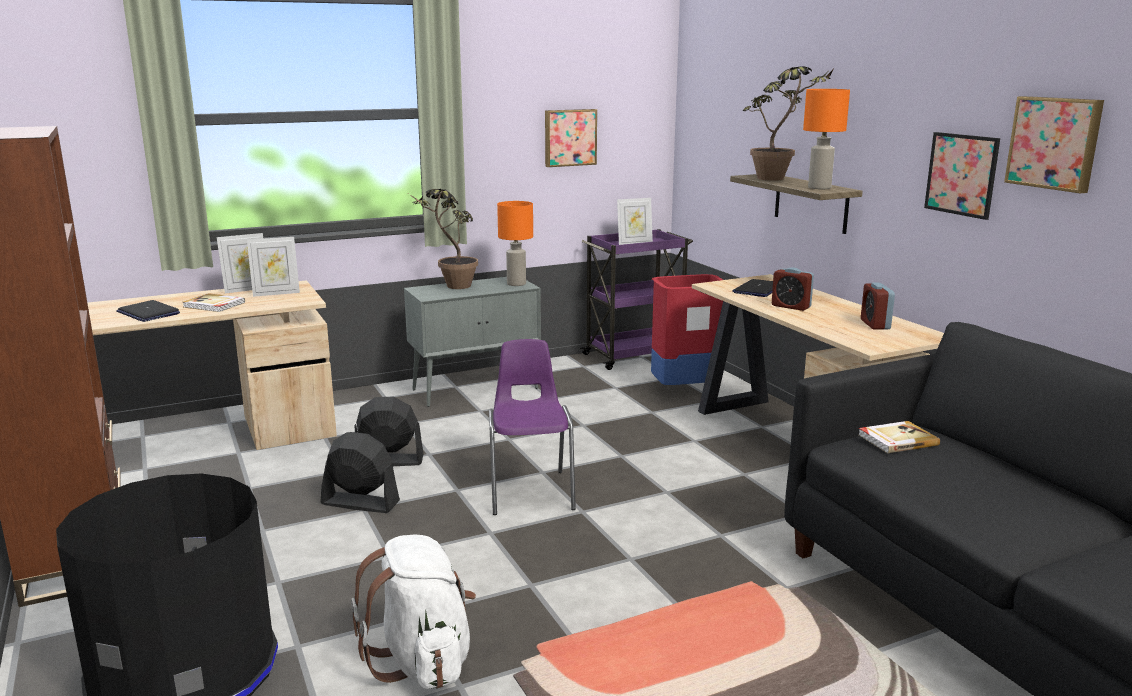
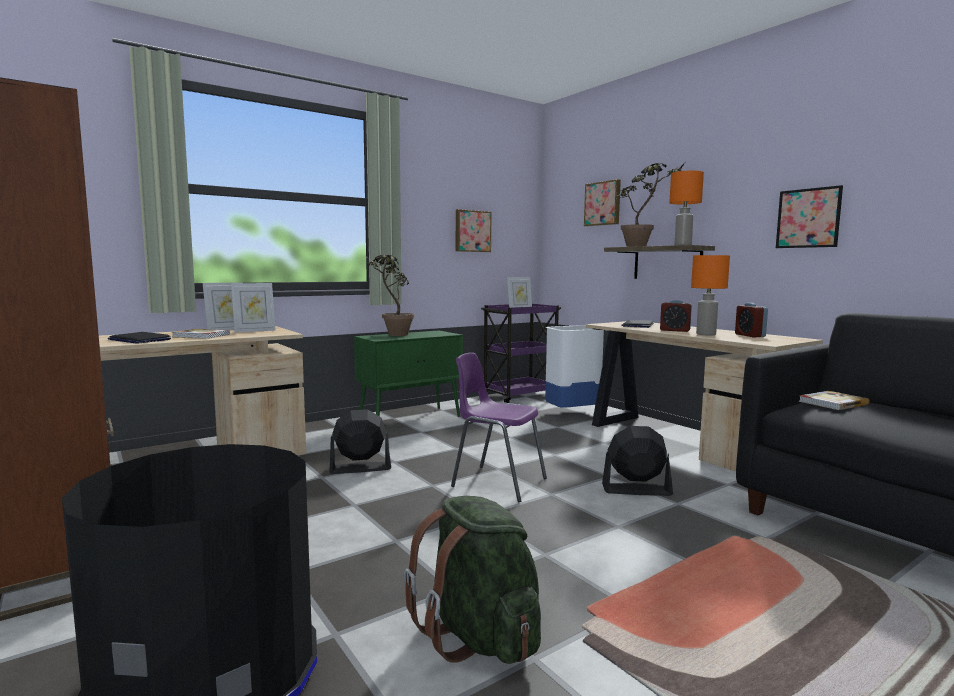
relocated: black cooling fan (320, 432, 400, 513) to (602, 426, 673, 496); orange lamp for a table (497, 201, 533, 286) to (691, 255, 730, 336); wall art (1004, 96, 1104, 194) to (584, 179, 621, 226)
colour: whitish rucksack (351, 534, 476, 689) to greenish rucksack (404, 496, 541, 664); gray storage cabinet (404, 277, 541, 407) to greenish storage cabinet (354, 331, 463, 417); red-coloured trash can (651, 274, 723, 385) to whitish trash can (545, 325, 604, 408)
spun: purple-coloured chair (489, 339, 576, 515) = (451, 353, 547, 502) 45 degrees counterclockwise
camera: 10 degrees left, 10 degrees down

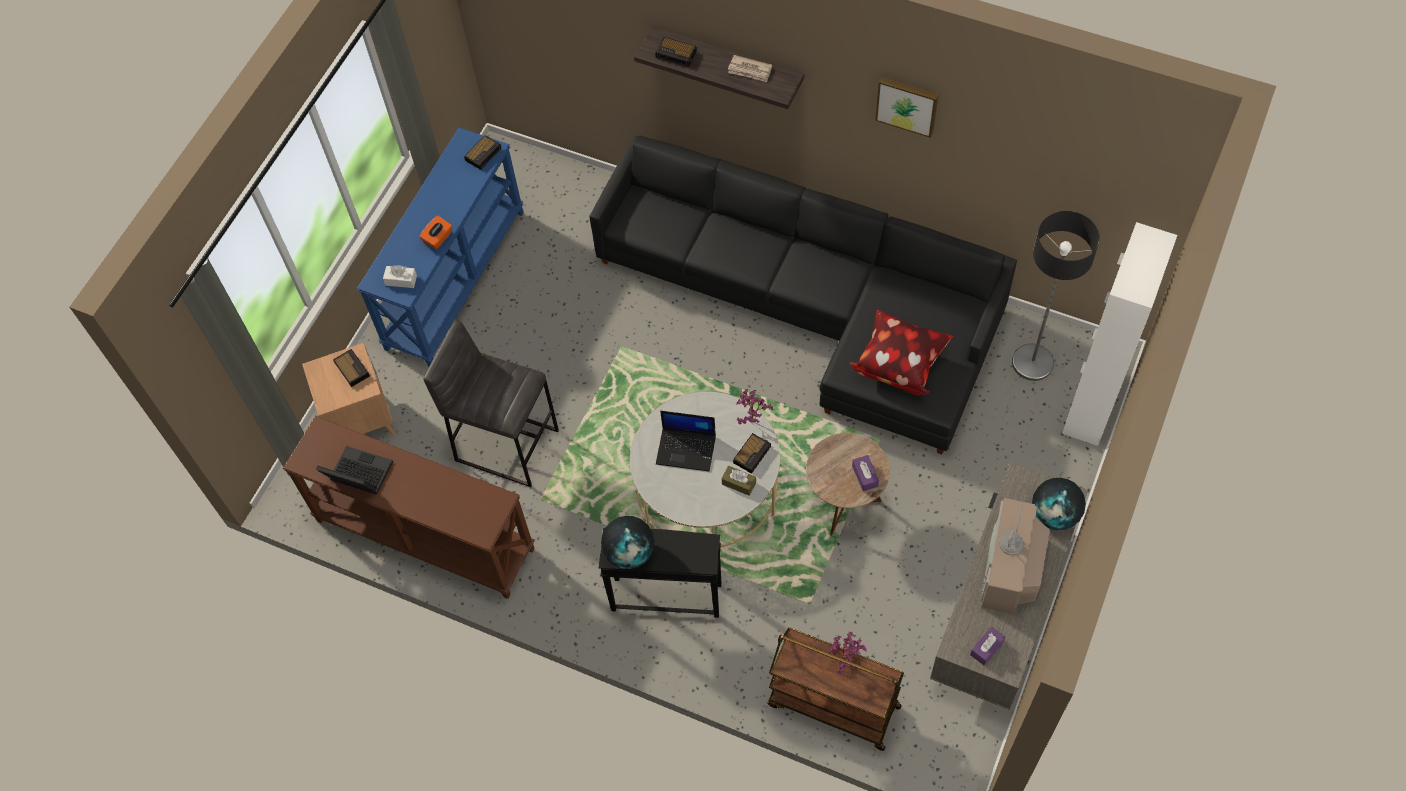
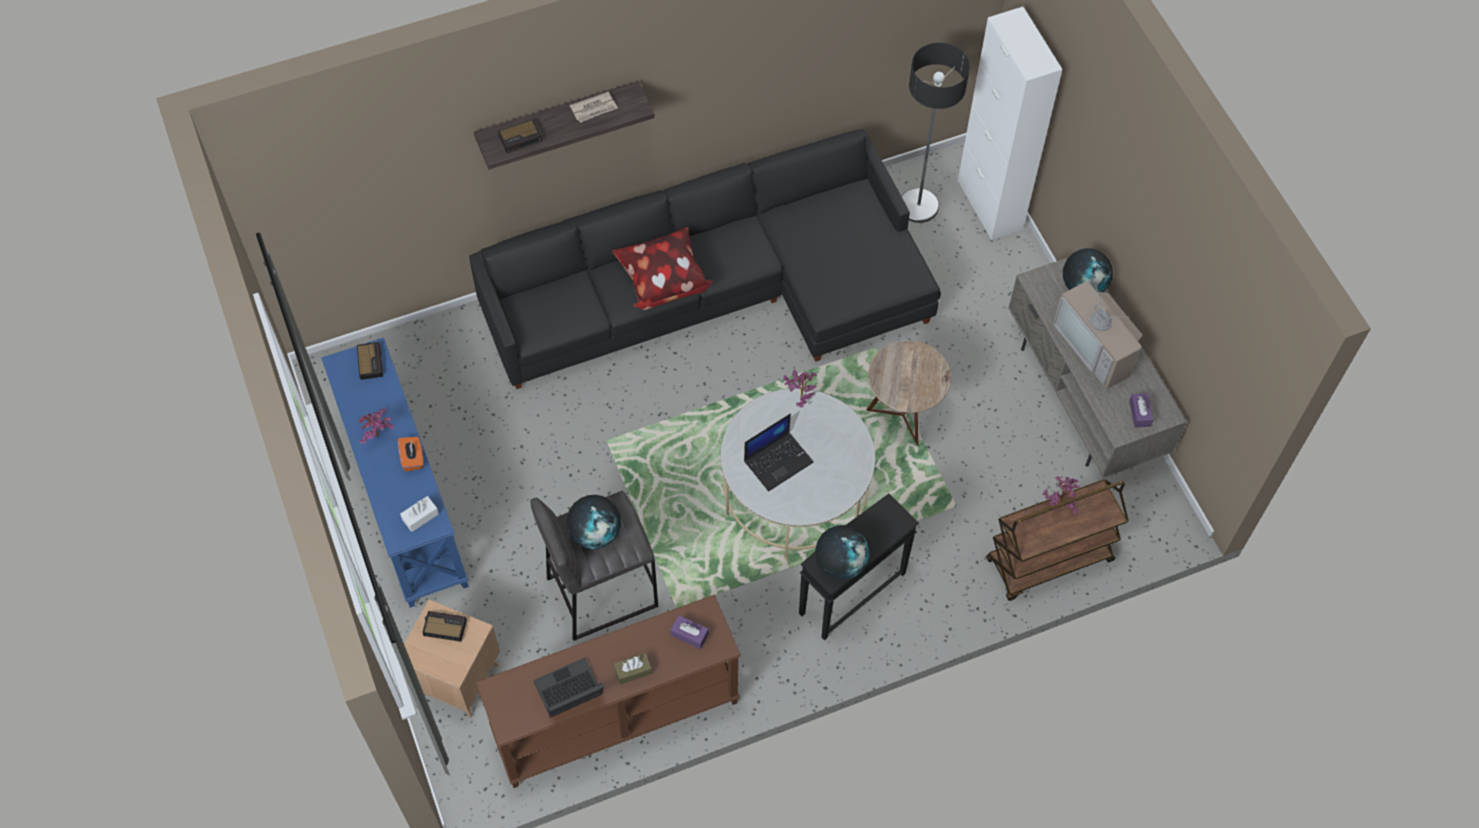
missing: alarm clock (733, 433, 771, 474); wall art (875, 77, 938, 138)
appeared: potted plant (358, 408, 394, 444); world globe (567, 495, 621, 549)
relocated: brown box of tissues (722, 466, 756, 496) to (614, 653, 652, 685); pillow (850, 309, 953, 396) to (612, 227, 713, 310); purple-coloured box of tissues (852, 455, 879, 491) to (670, 615, 709, 649)
camera: 50 degrees left, 0 degrees up

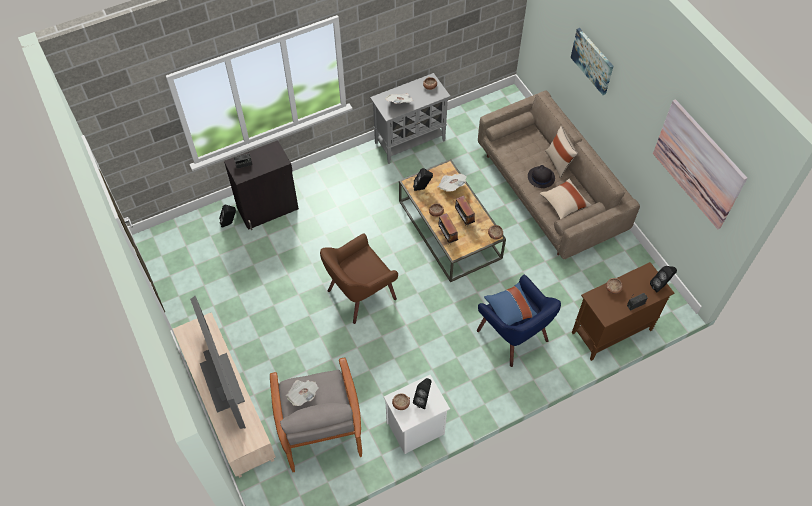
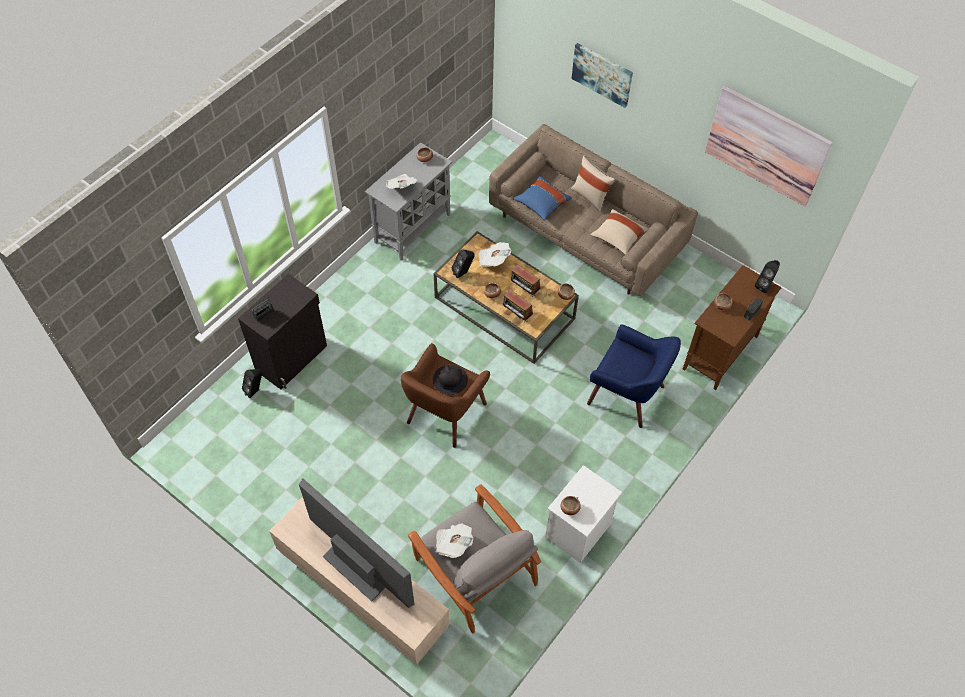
missing: black speaker (413, 378, 432, 409)
relocated: bluish pillow (484, 283, 537, 326) to (513, 176, 572, 221); black clothing hat (528, 165, 555, 188) to (433, 365, 468, 395)
camera: 25 degrees left, 0 degrees up

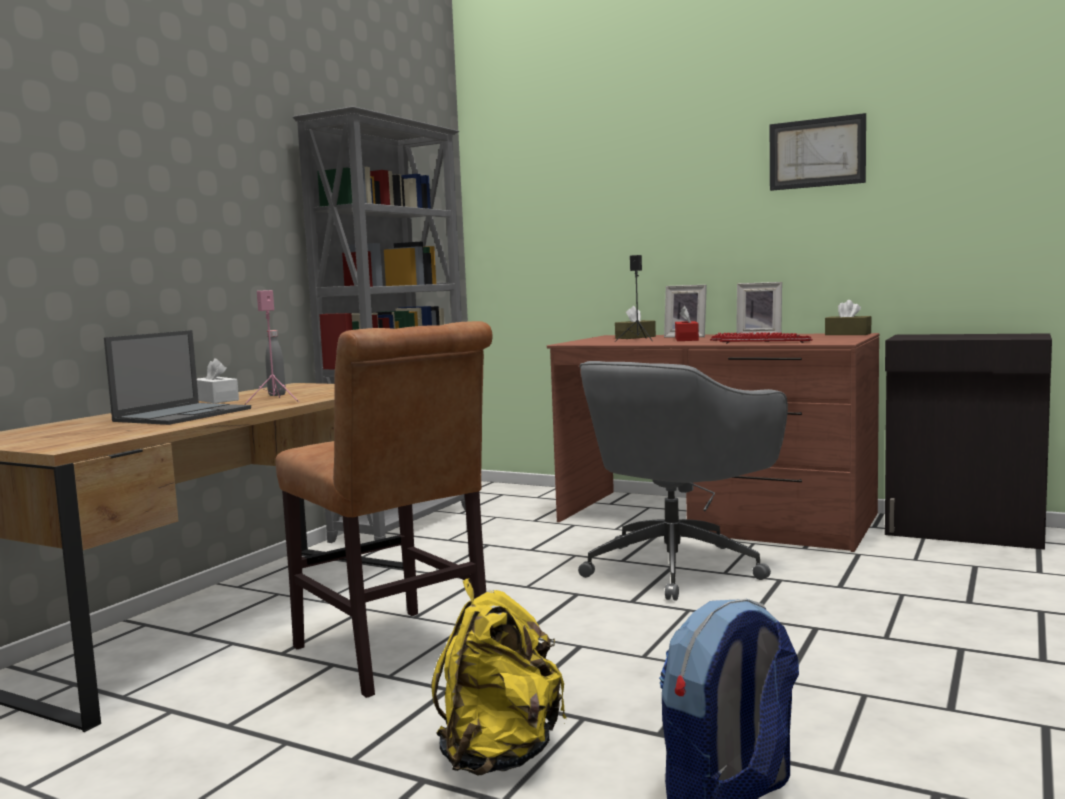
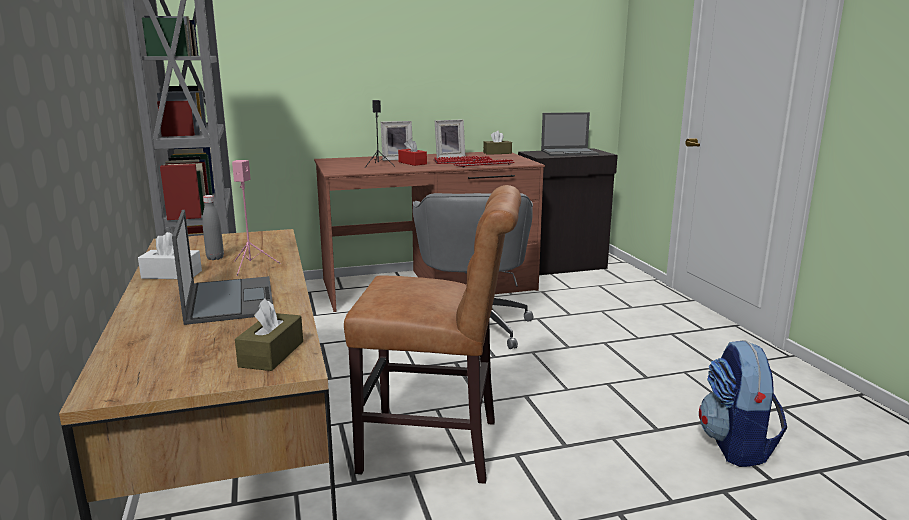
missing: yellow-coloured rucksack (431, 578, 566, 775); wall art (770, 113, 866, 191)
appeared: notebook computer (541, 112, 599, 156)
relocated: brown box of tissues (615, 306, 656, 339) to (235, 299, 303, 371)
camera: 45 degrees left, 10 degrees up

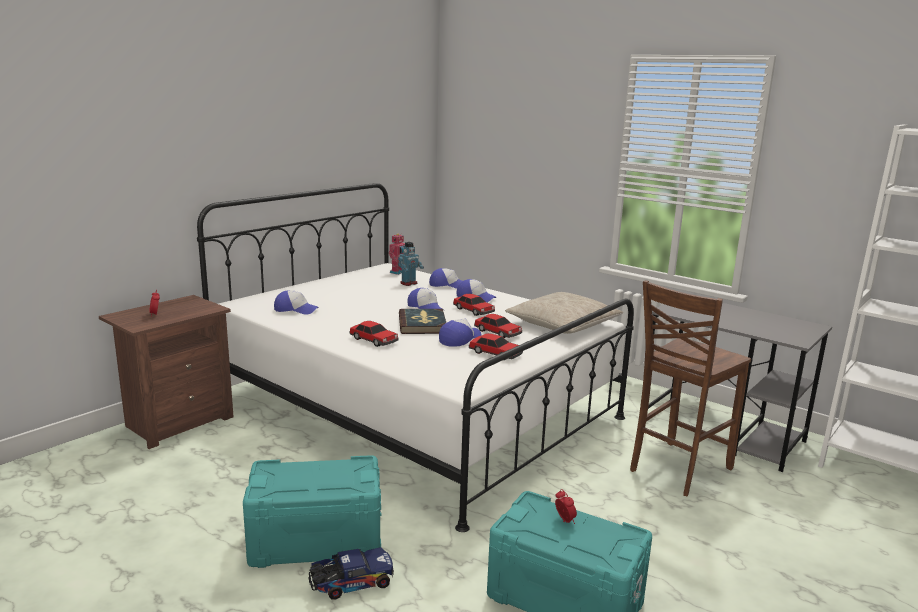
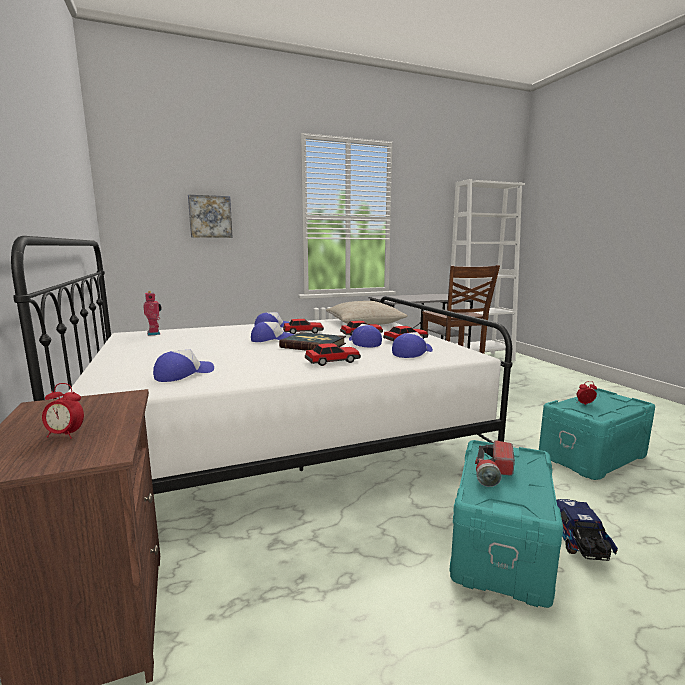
missing: robot figure (398, 242, 424, 286)
appeared: wall art (188, 195, 233, 238); hand torch (475, 440, 515, 487)
relocated: cap (429, 268, 462, 289) to (392, 332, 433, 358)
camera: 60 degrees left, 5 degrees down

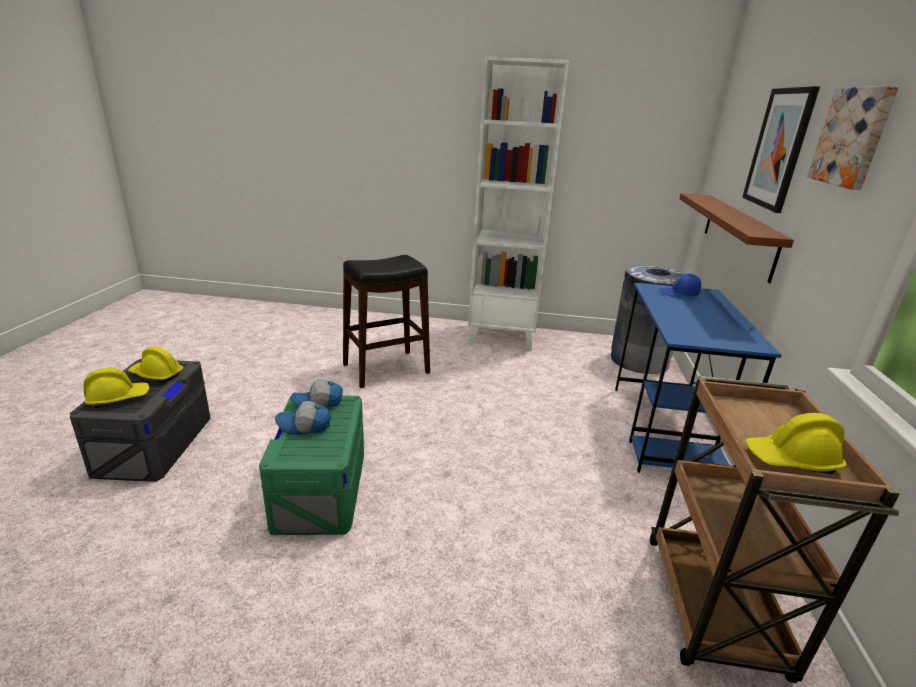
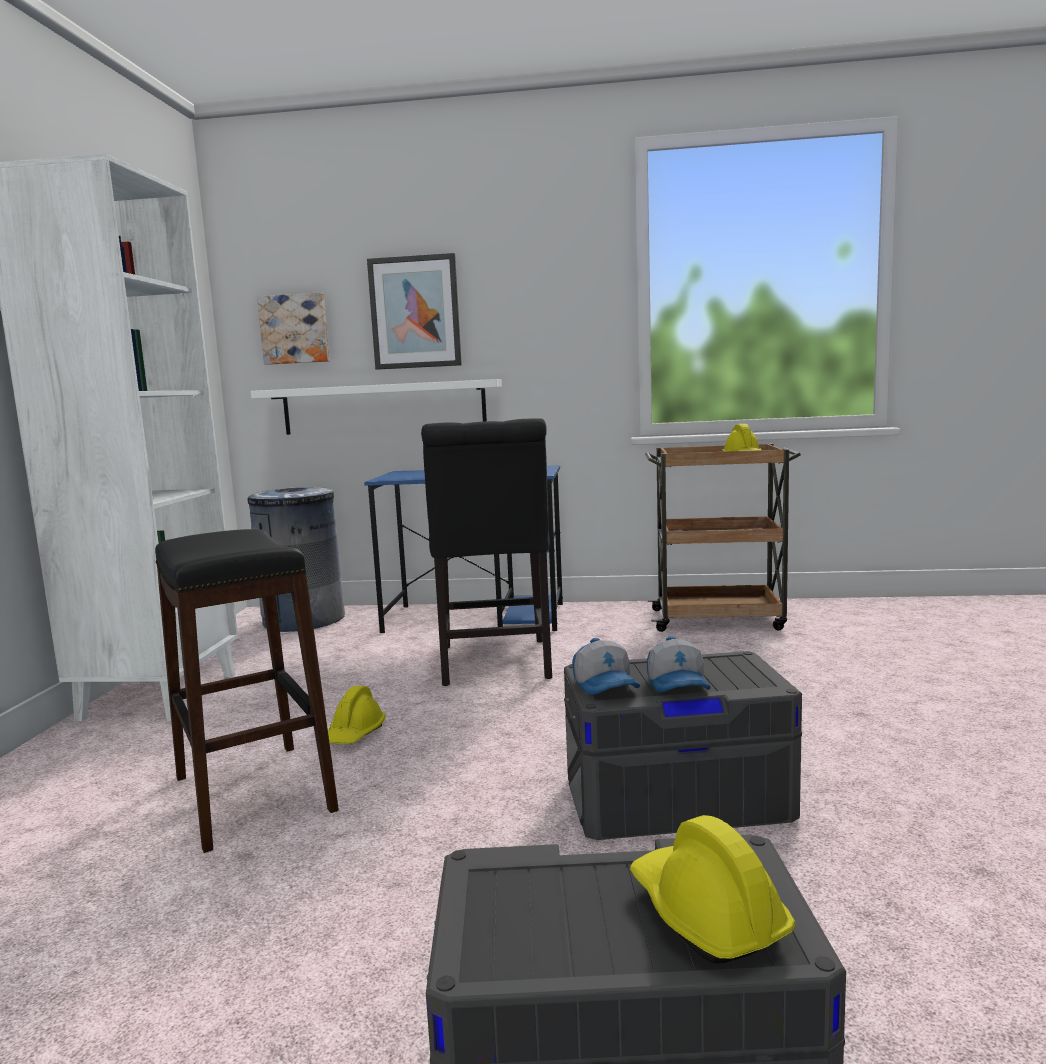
missing: bluish cap (660, 274, 701, 296)
appeared: black chair (421, 418, 552, 686)
relocated: yellow-coloured work helmet (128, 346, 184, 383) to (328, 686, 386, 744); wall art (807, 86, 899, 190) to (257, 293, 330, 365)
colour: greenish storage container (259, 396, 364, 535) to gray storage container (564, 651, 802, 840); brown wall shelf (679, 193, 794, 283) to whitish wall shelf (251, 379, 502, 435)
camera: 90 degrees left, 15 degrees down

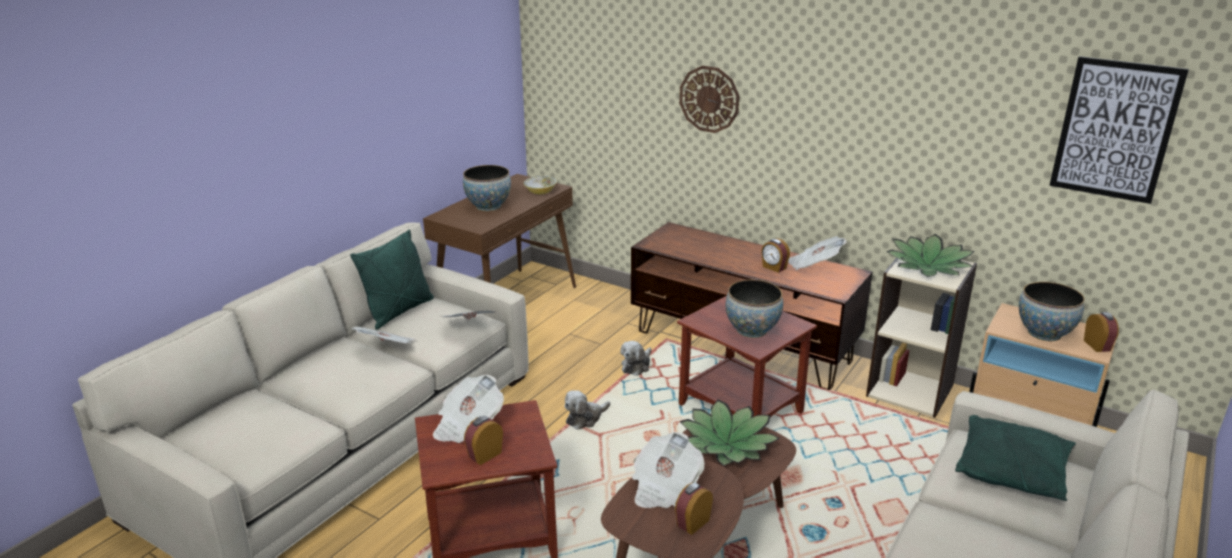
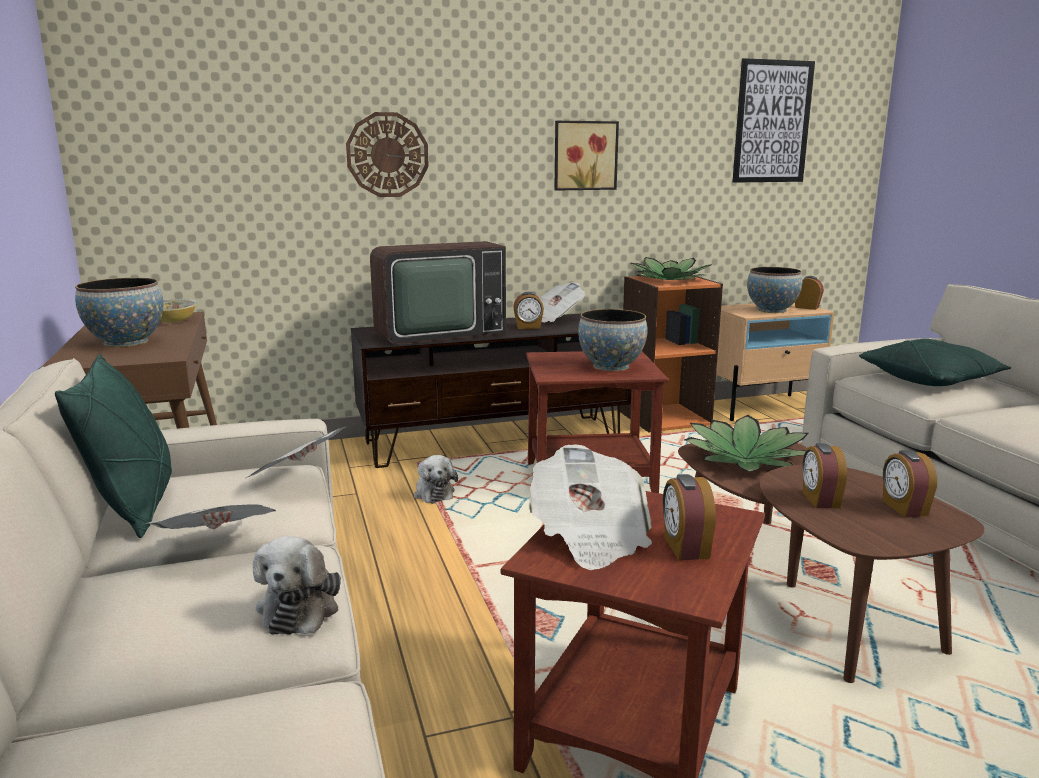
appeared: TV (370, 241, 506, 344); wall art (554, 121, 619, 191)
relocated: soft toy (565, 390, 610, 430) to (253, 536, 341, 635)
exchanged: printed paper (632, 432, 705, 508) to alarm clock (802, 443, 847, 508)
colour: sand-coloured bookcase (866, 258, 977, 418) to orange bookcase (620, 275, 723, 433)
camera: 50 degrees left, 10 degrees down

